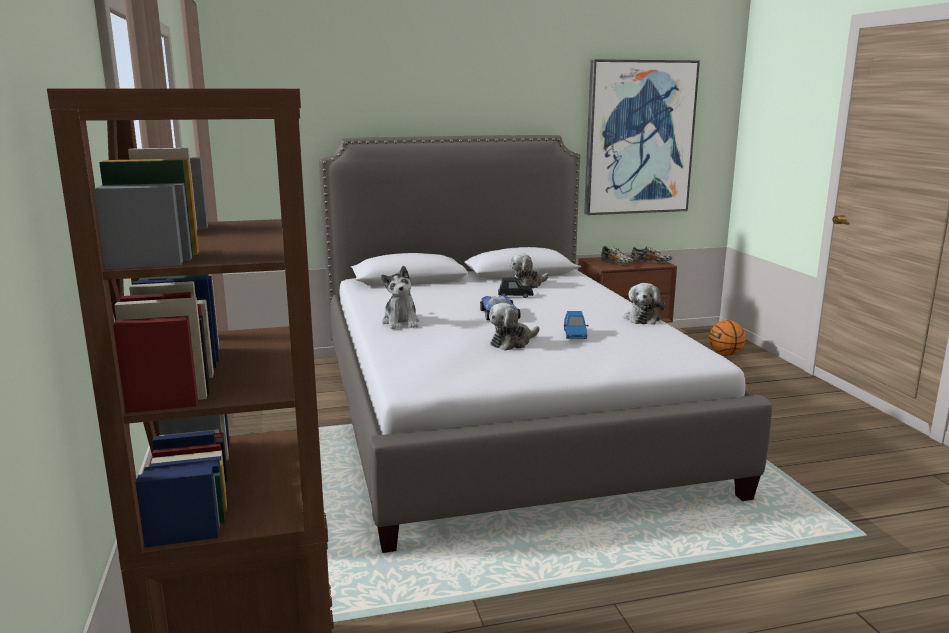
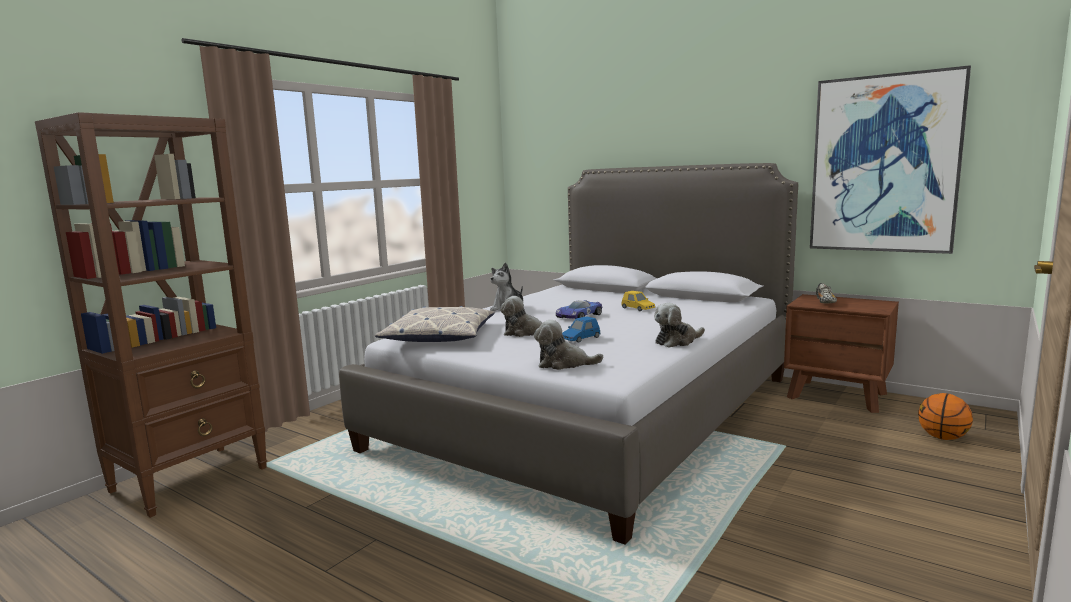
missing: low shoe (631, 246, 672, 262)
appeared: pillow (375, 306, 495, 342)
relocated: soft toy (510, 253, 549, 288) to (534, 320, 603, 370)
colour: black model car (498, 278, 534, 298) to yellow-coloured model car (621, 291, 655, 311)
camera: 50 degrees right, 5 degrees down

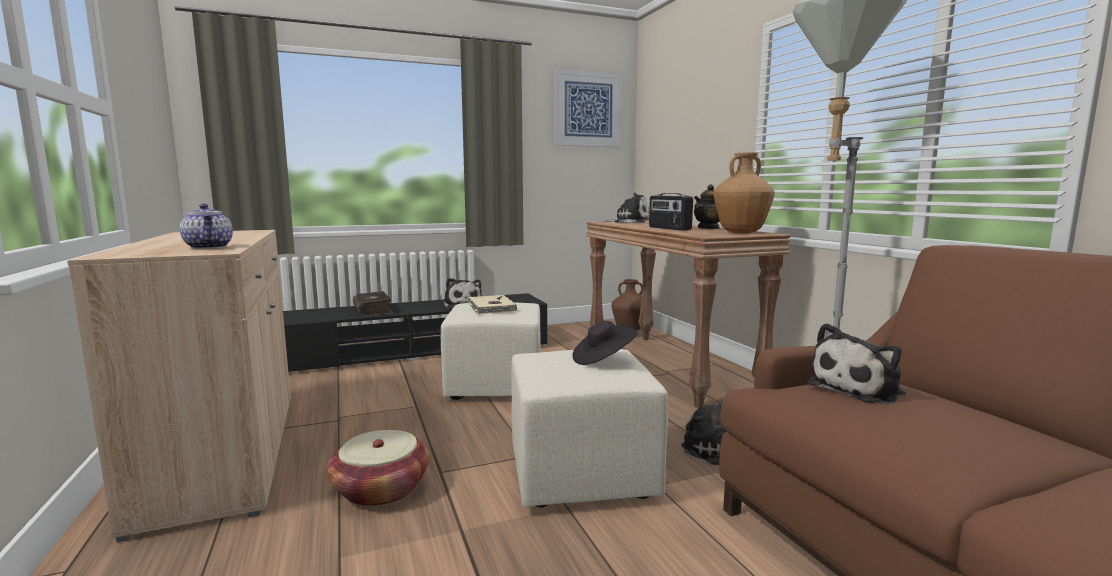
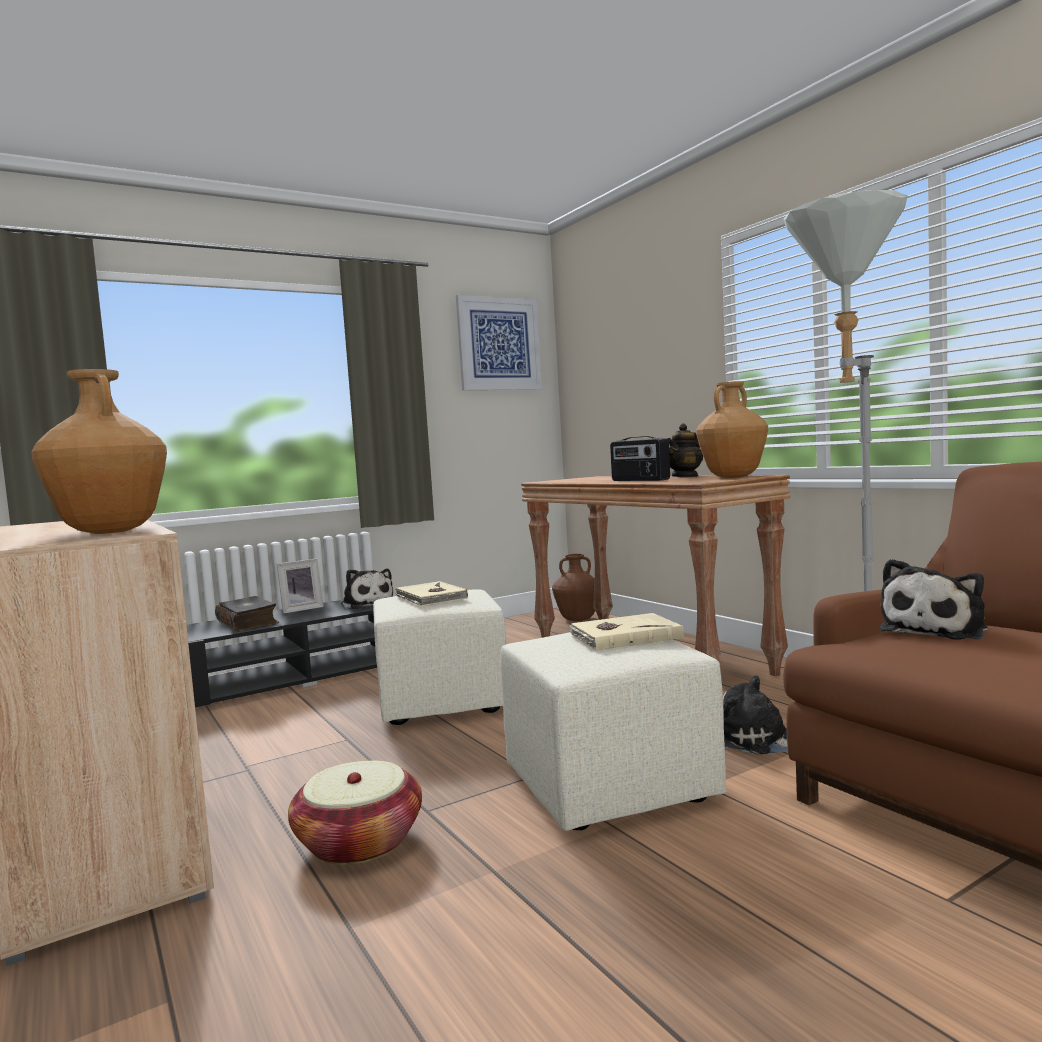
missing: soft toy (603, 193, 649, 223)
appeared: picture frame (277, 558, 324, 614)
exchanged: pot for tea (180, 203, 233, 249) to brown flower vase (31, 369, 167, 534); black clothing hat (572, 321, 637, 365) to sand-coloured book (568, 613, 684, 650)
camera: 10 degrees left, 5 degrees down

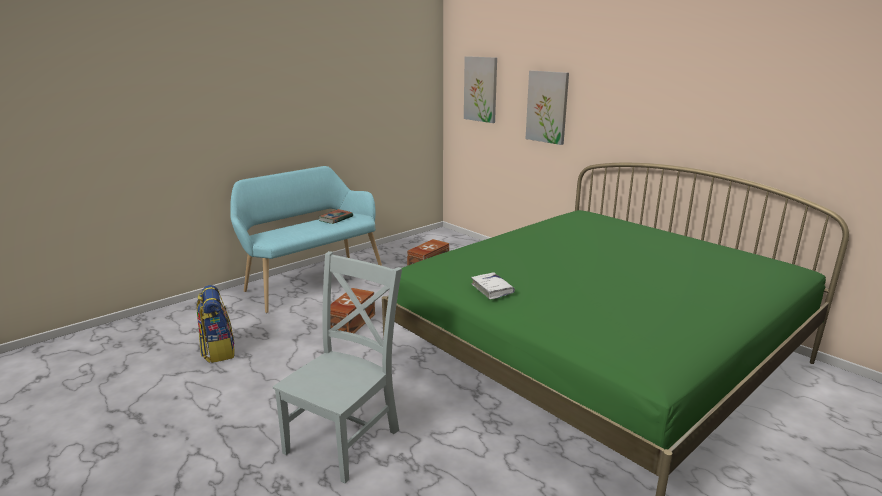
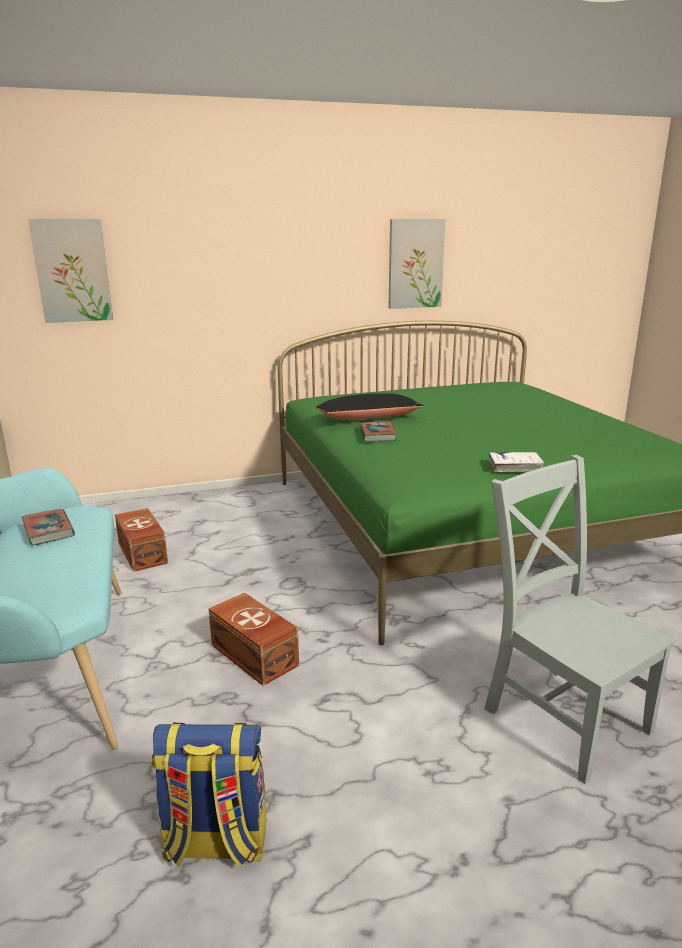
appeared: black pillow (316, 393, 424, 420); book (359, 422, 397, 442)
relocated: wall art (526, 71, 569, 145) to (389, 219, 445, 309)
camera: 65 degrees left, 0 degrees up

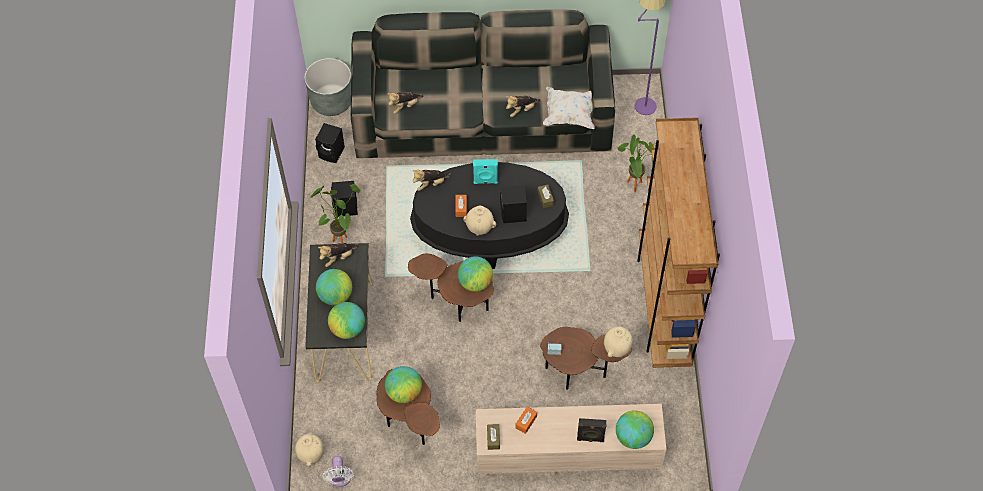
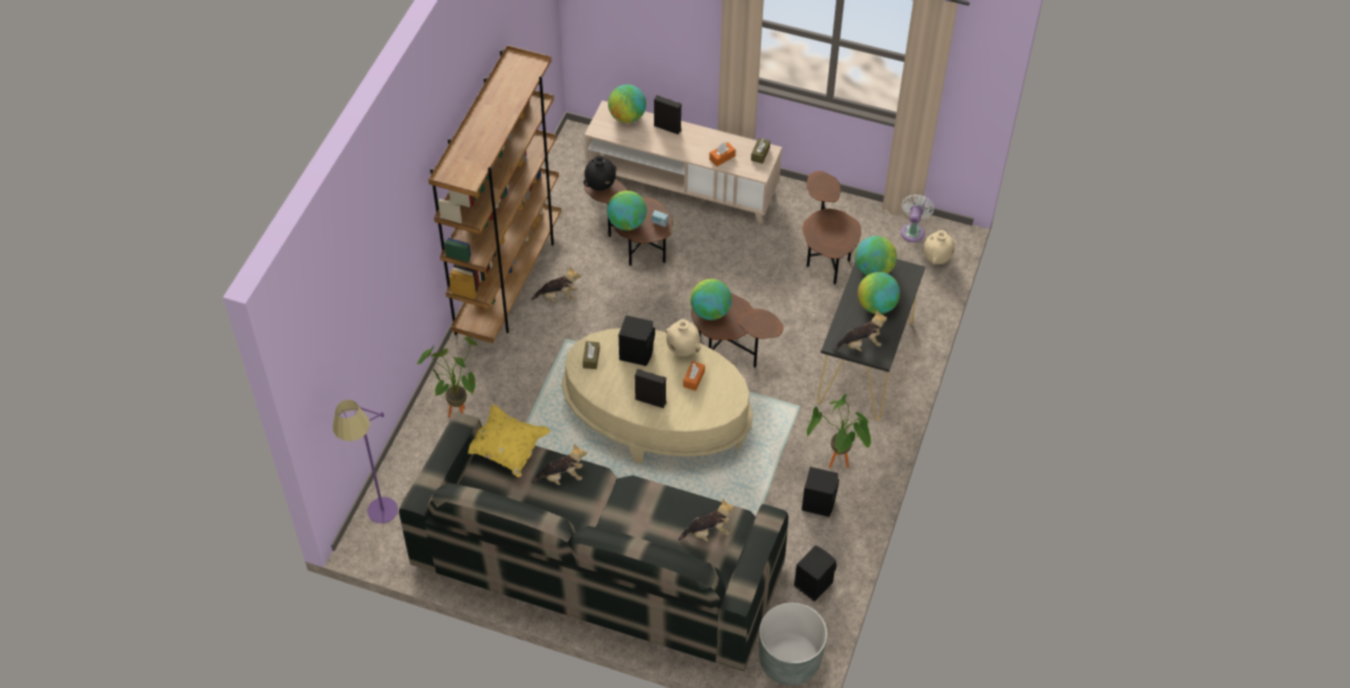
relocated: world globe (385, 366, 422, 403) to (607, 191, 647, 230); soft toy (412, 170, 452, 191) to (531, 266, 581, 303)
colour: black coffee table (410, 162, 569, 269) to sand-coloured coffee table (562, 328, 753, 464); blue-green speaker (473, 159, 498, 184) to black speaker (635, 369, 667, 408); whitish pillow (543, 87, 595, 129) to yellow-coloured pillow (468, 404, 550, 477); sand-coloured flower vase (604, 326, 633, 357) to black flower vase (583, 155, 617, 191)
camera: 160 degrees left, 5 degrees down

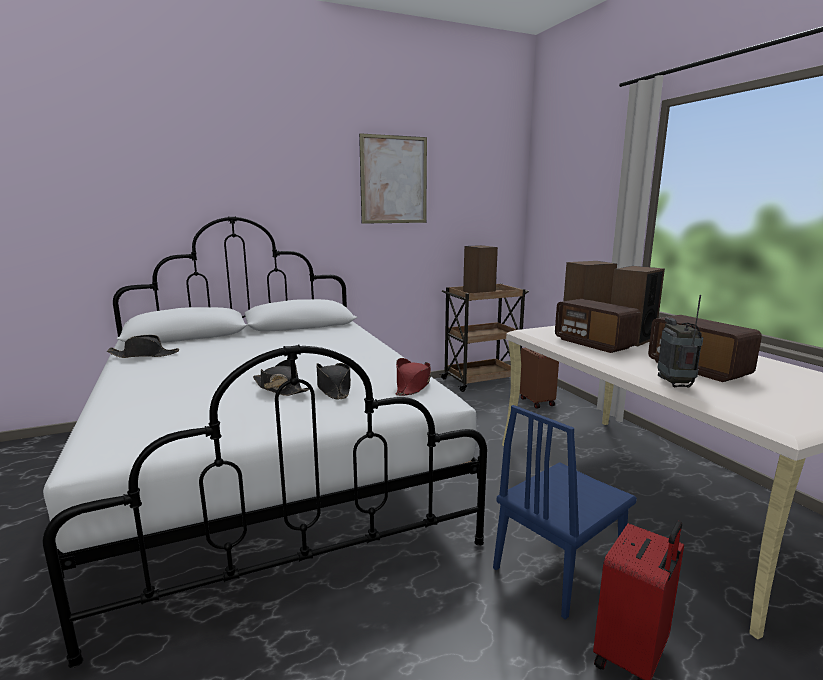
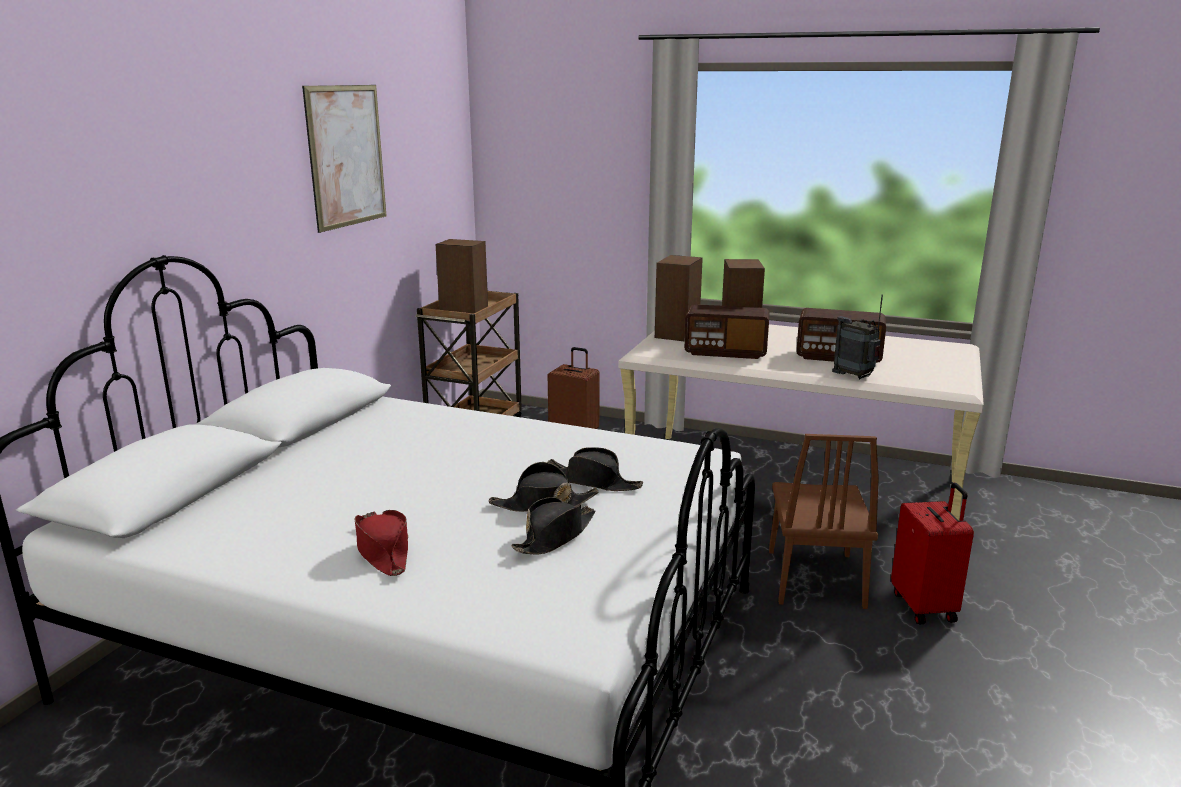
relocated: black clothing hat (107, 335, 179, 358) to (511, 497, 595, 554); red-coloured clothing hat (396, 358, 431, 396) to (355, 510, 408, 576)
colour: bluish chair (493, 405, 637, 620) to brown chair (769, 434, 879, 609)
camera: 45 degrees left, 5 degrees up

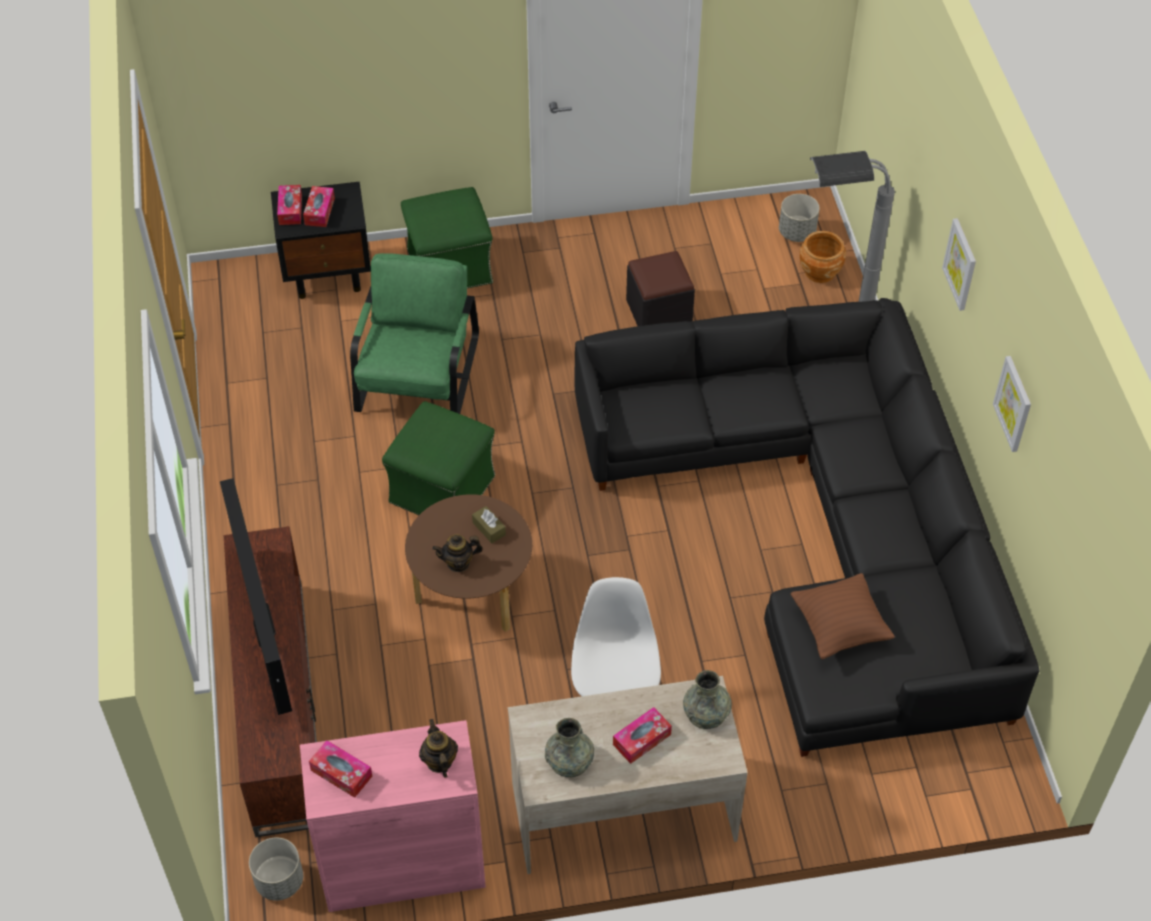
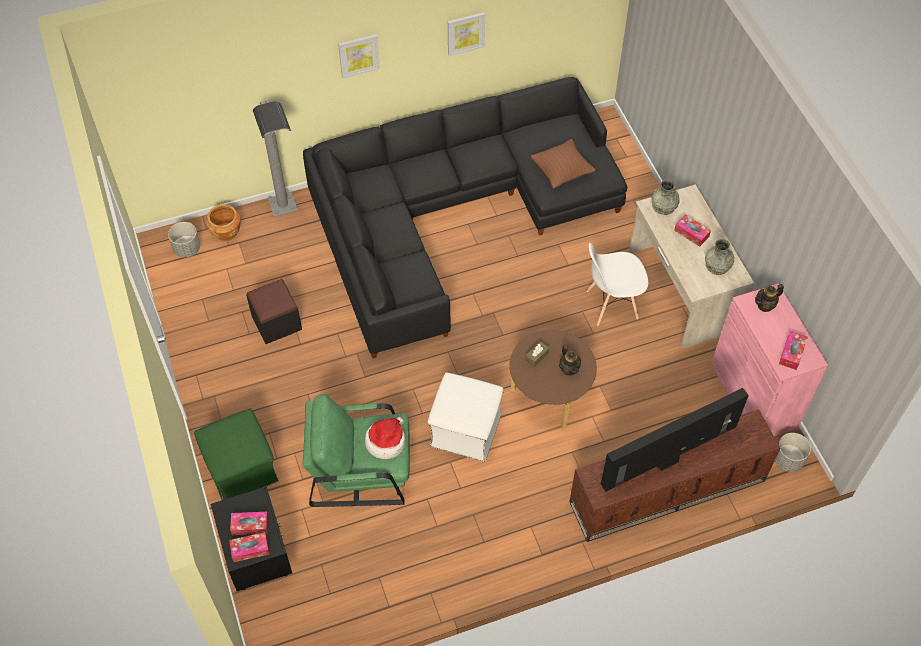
appeared: clothing hat (365, 417, 405, 459)
colour: greenish ottoman (382, 401, 495, 515) to whitish ottoman (428, 372, 504, 462)
camera: 100 degrees left, 5 degrees up

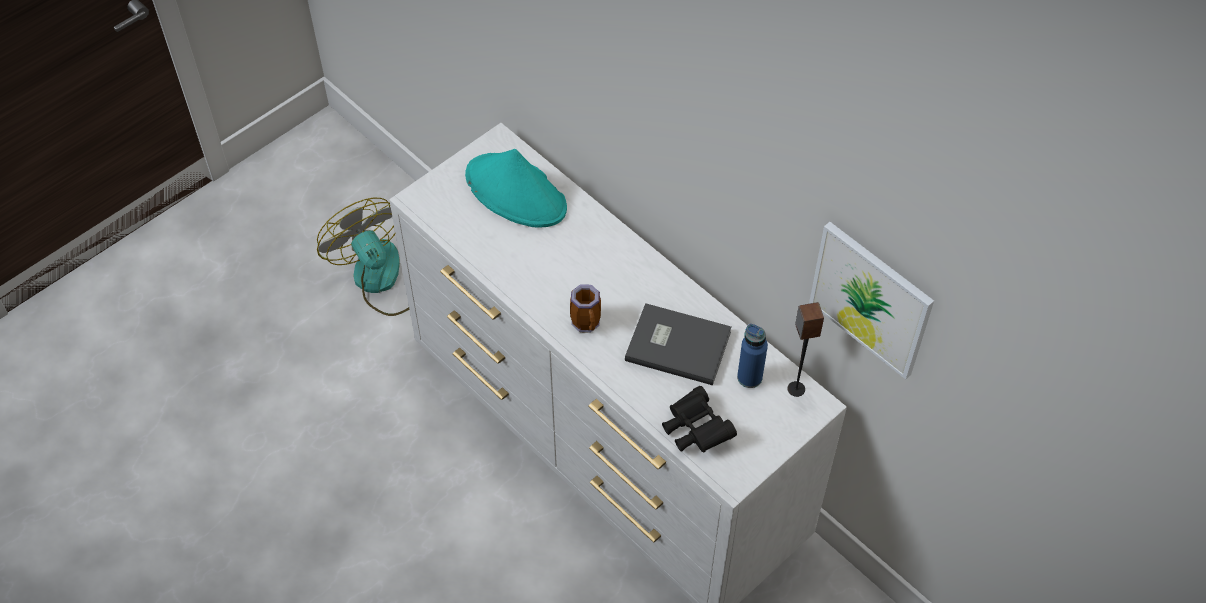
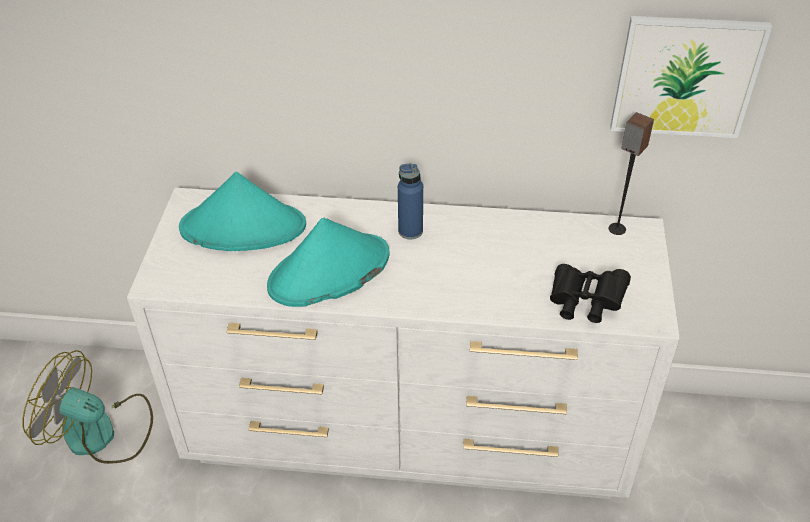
missing: mug (570, 284, 601, 333); gray book (625, 303, 731, 385)
appeared: blue-green clothing hat (267, 218, 390, 307)
relocated: bluish beverage bottle (737, 324, 768, 388) to (398, 163, 423, 239)
camera: 40 degrees left, 10 degrees down

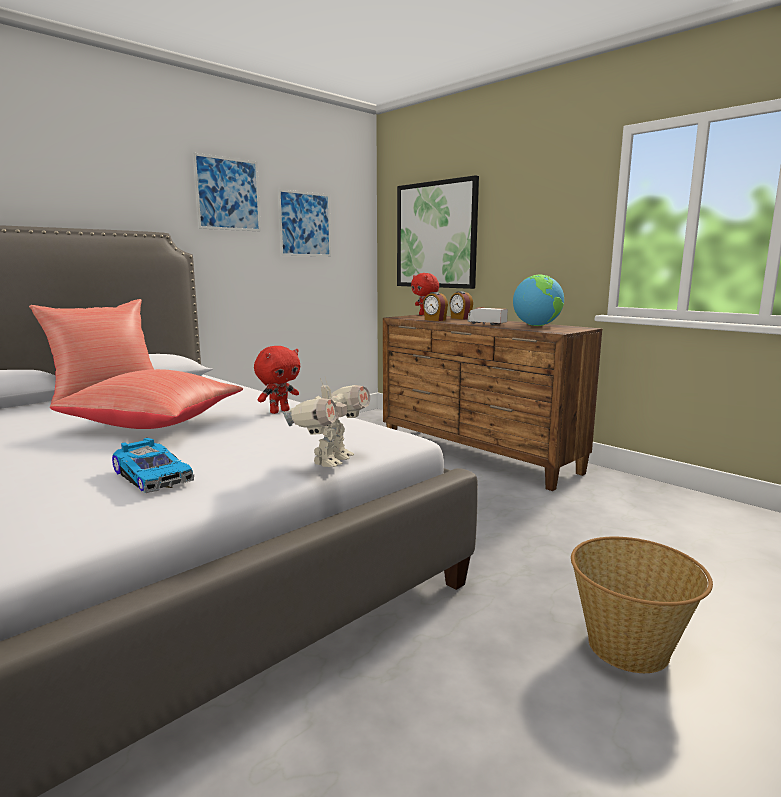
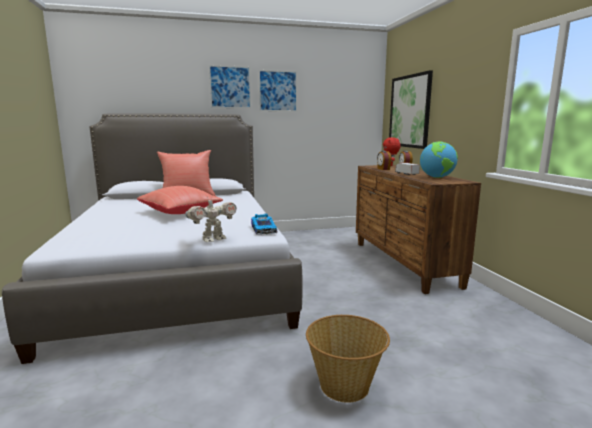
missing: red-coloured soft toy (254, 346, 300, 414)
relocated: model car (112, 438, 194, 493) to (251, 213, 277, 235); wall art (278, 189, 331, 256) to (209, 65, 251, 108)
camera: 30 degrees right, 0 degrees up

